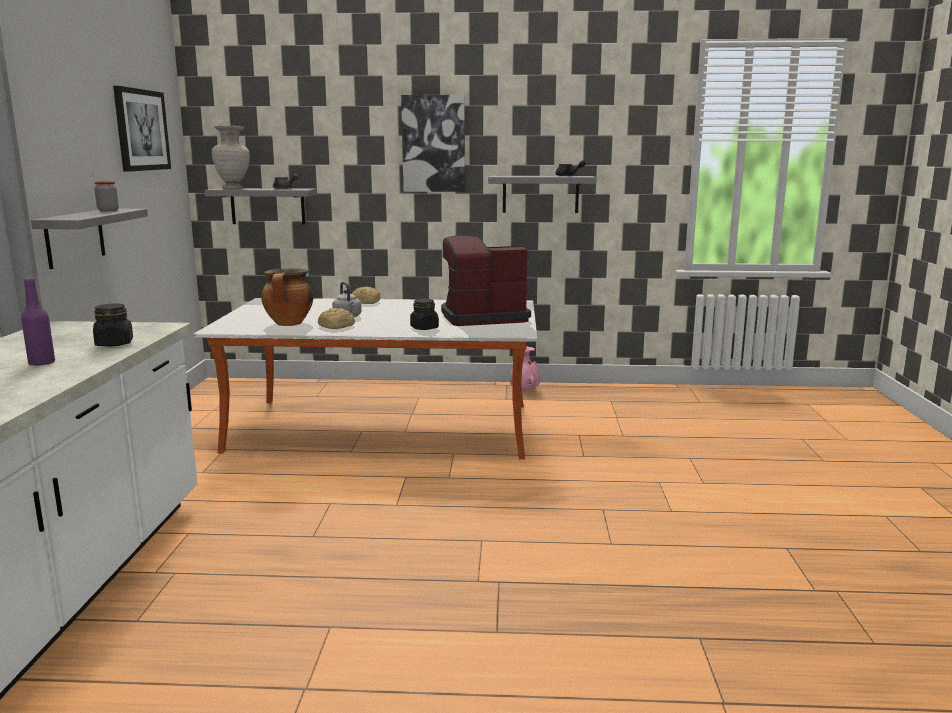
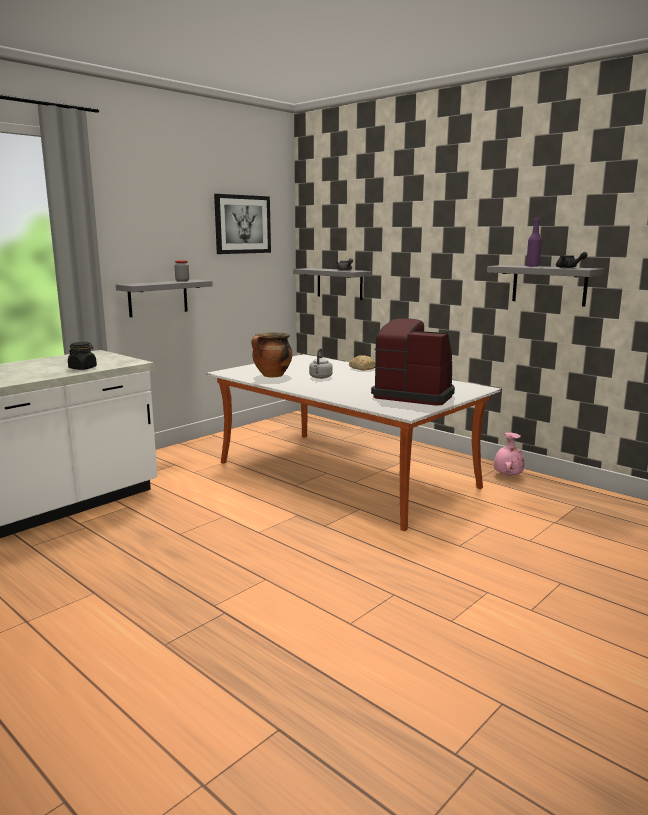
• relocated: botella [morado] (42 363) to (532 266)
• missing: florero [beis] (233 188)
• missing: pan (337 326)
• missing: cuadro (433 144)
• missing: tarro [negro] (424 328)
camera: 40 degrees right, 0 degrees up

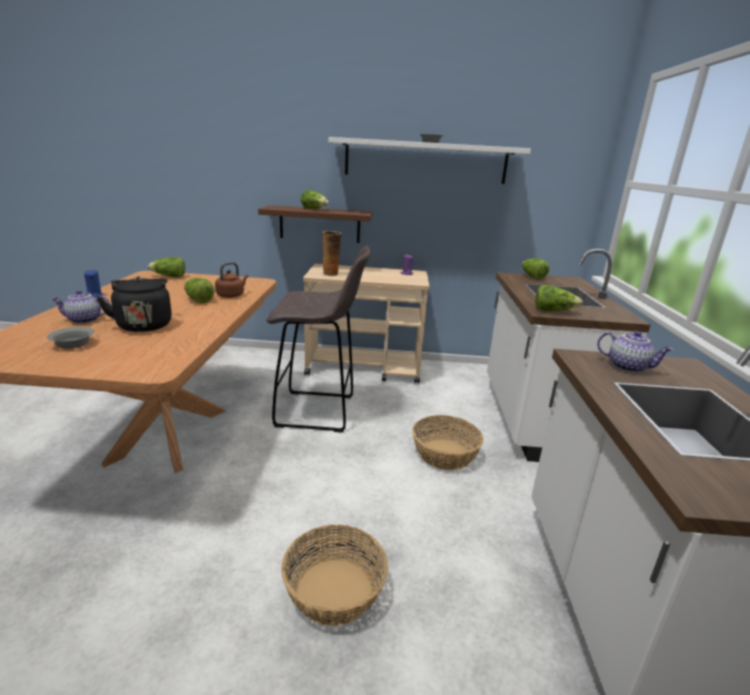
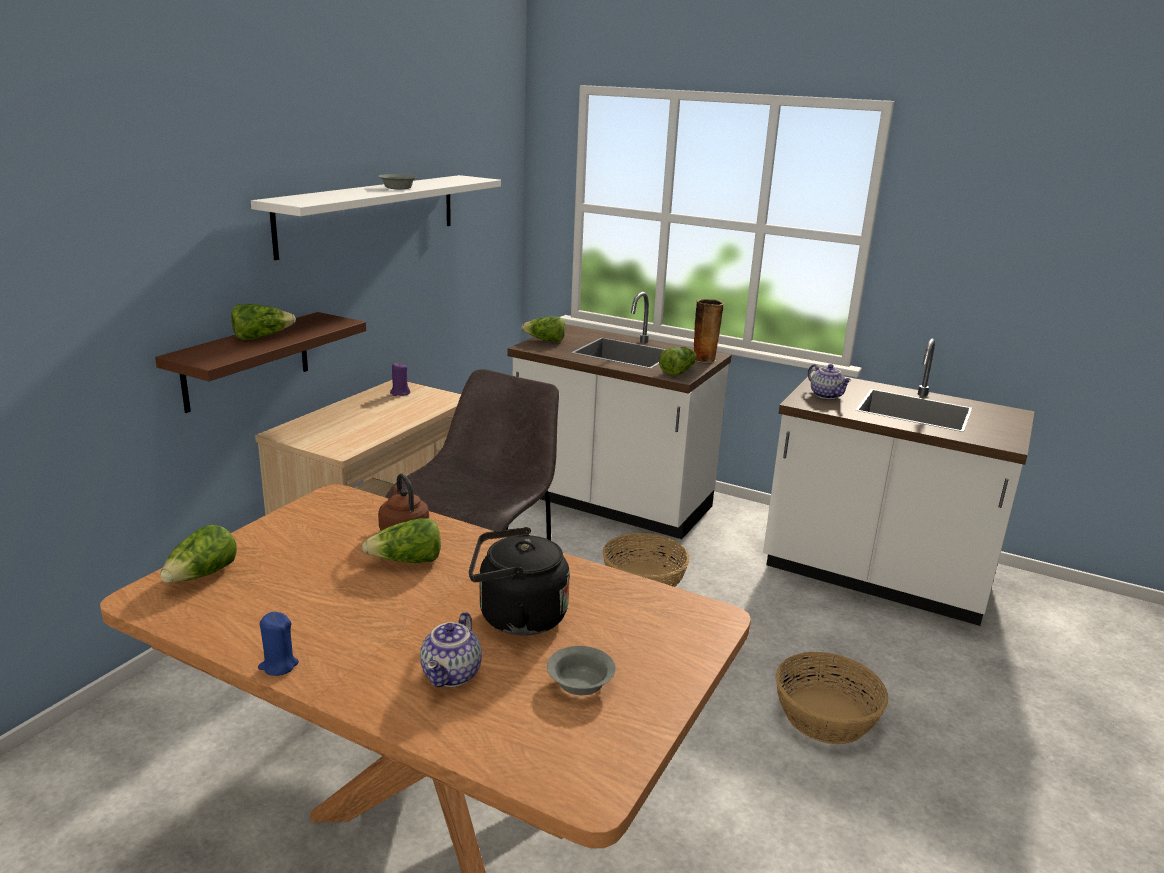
• relocated: florero (331 274) to (704 359)
• spun: tetera (628 367) = (826 395) 90 degrees clockwise
camera: 65 degrees left, 0 degrees up

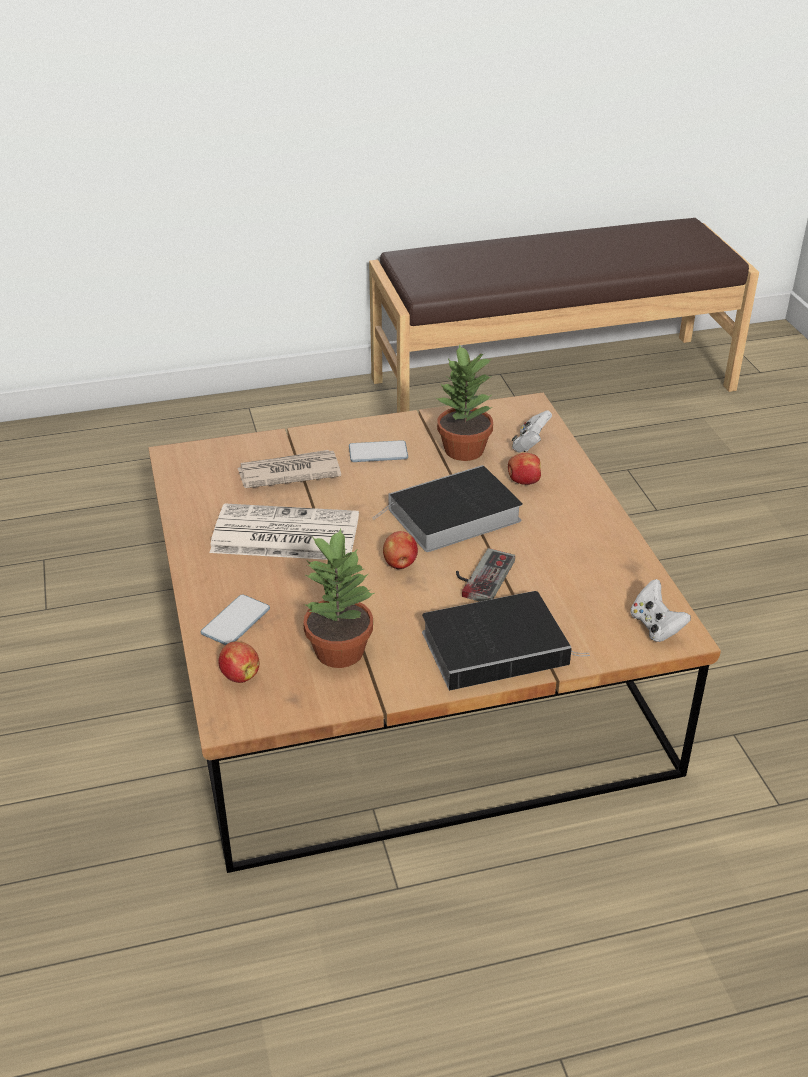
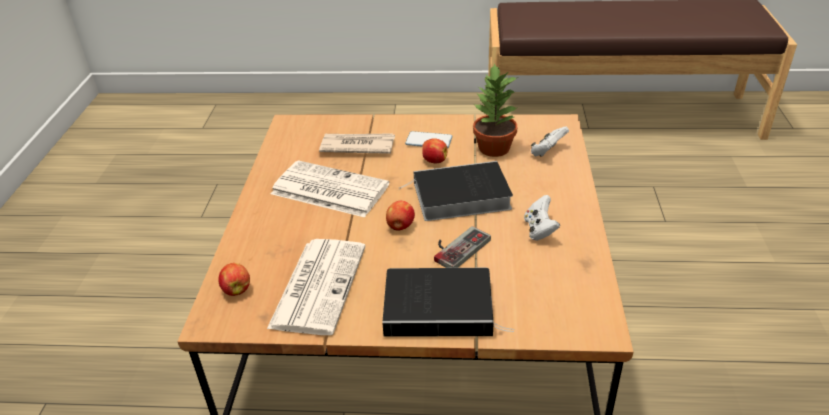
• missing: móvil (235 621)
• exchanged: planta en maceta (339 650) to periódico (318 285)
• relocated: manzana (523 481) to (434 161)
• relocated: mando de consola [blanco] (655 626) to (539 230)
camera: 20 degrees right, 0 degrees up

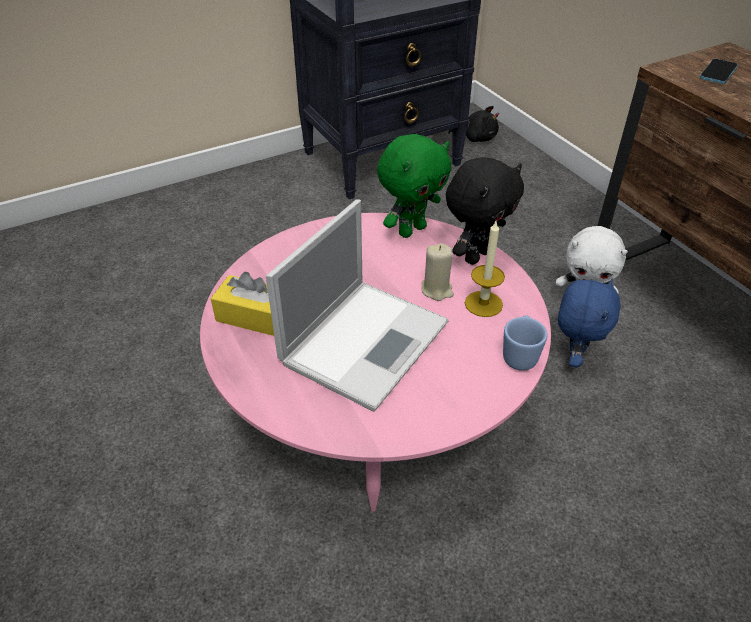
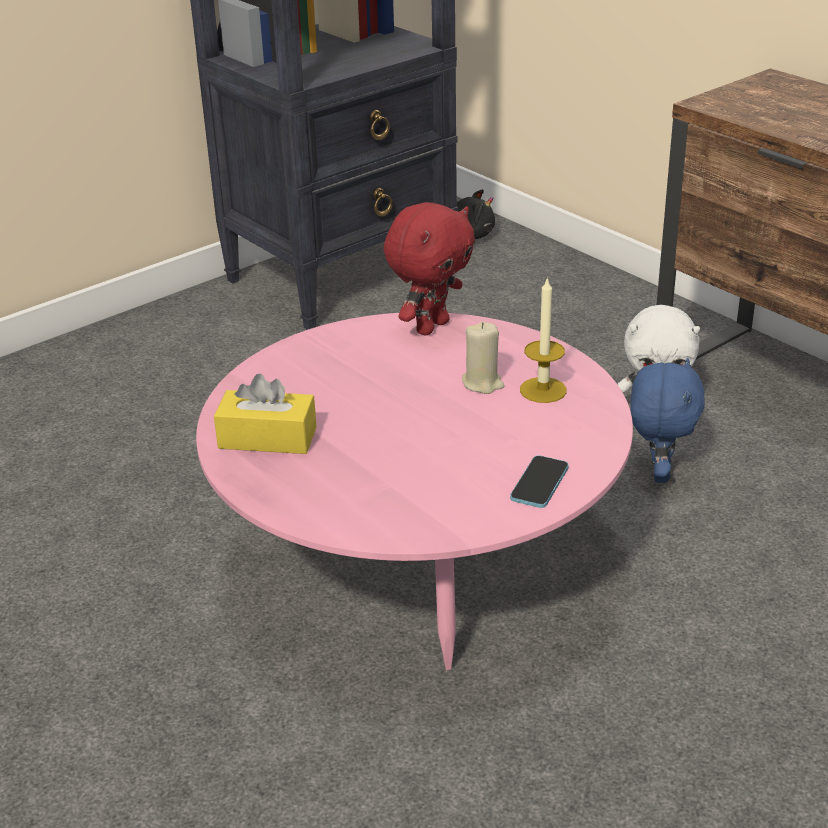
• missing: portátil (366 340)
• colour: peluche [verde] (411 230) to peluche [rojo] (431 326)
• missing: peluche [negro] (476 255)
• missing: taza grande [azul] (520 355)
• relocated: móvil (718 73) to (539 483)
camera: 10 degrees left, 10 degrees down

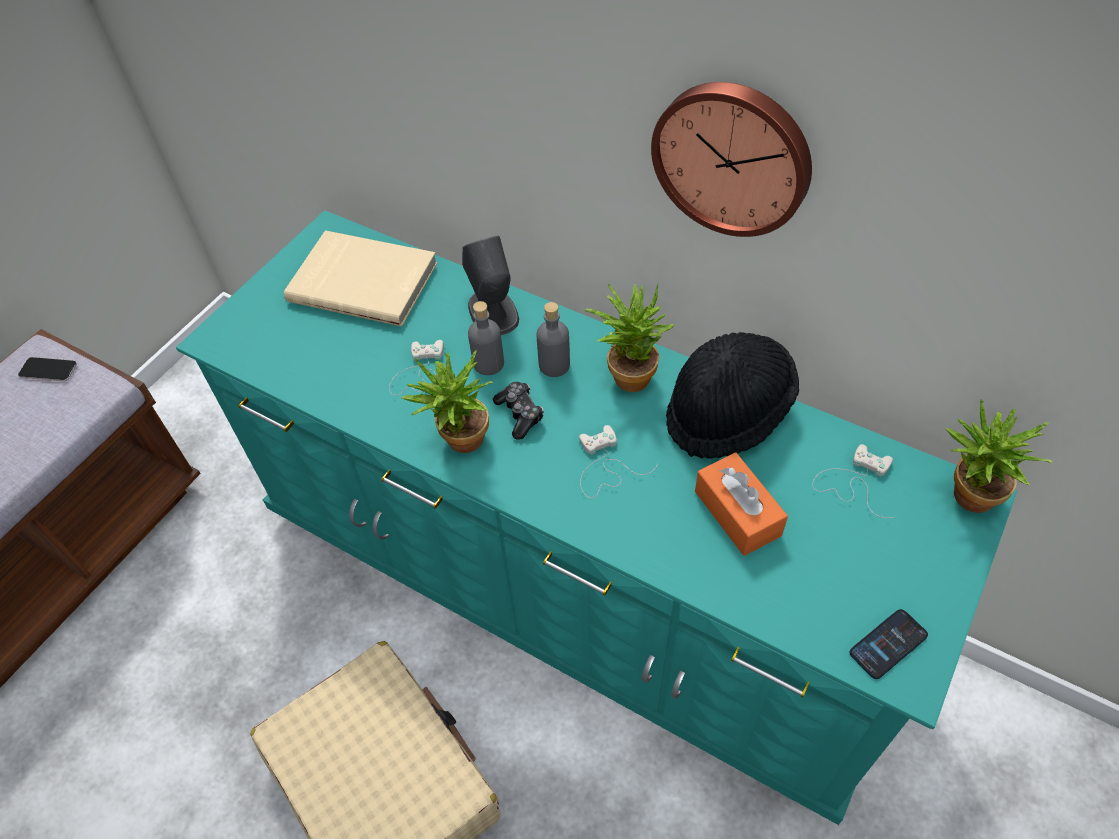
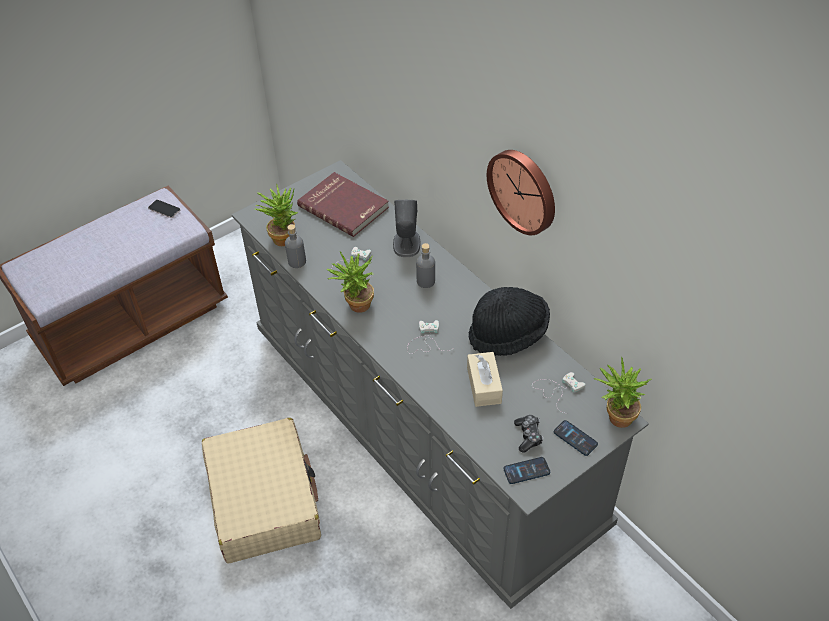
• colour: cómoda [turquesa] (571 578) to cómoda [gris] (420 427)
• colour: libro [beis] (364 280) to libro [rojo] (344 206)
• relocated: botella [gris] (488 363) to (297 262)
• relocated: mando de consola (520 414) to (528 436)
• relocated: planta en maceta (628 373) to (283 236)
• colour: caja de pañuelos [naranja] (737 513) to caja de pañuelos [beis] (484 385)
• appeared: móvil (575 438)
camera: 20 degrees right, 5 degrees down

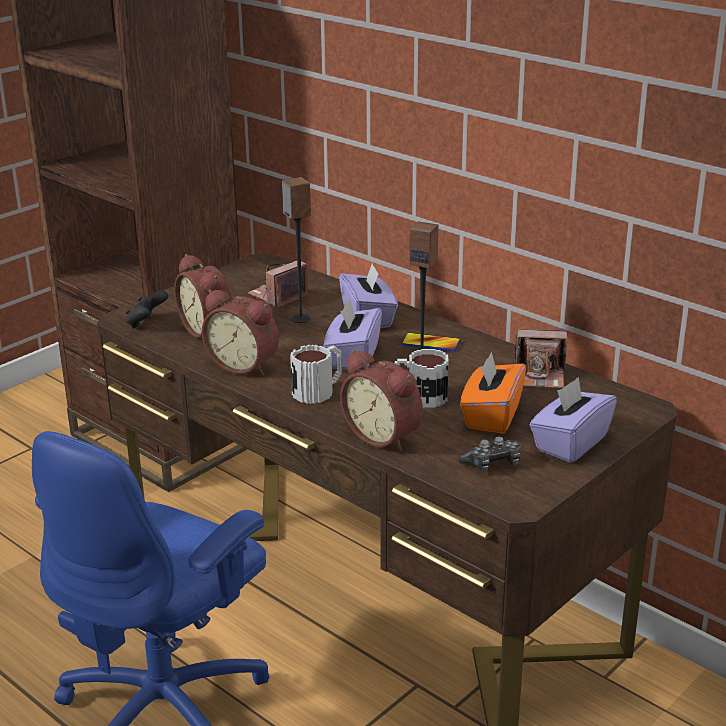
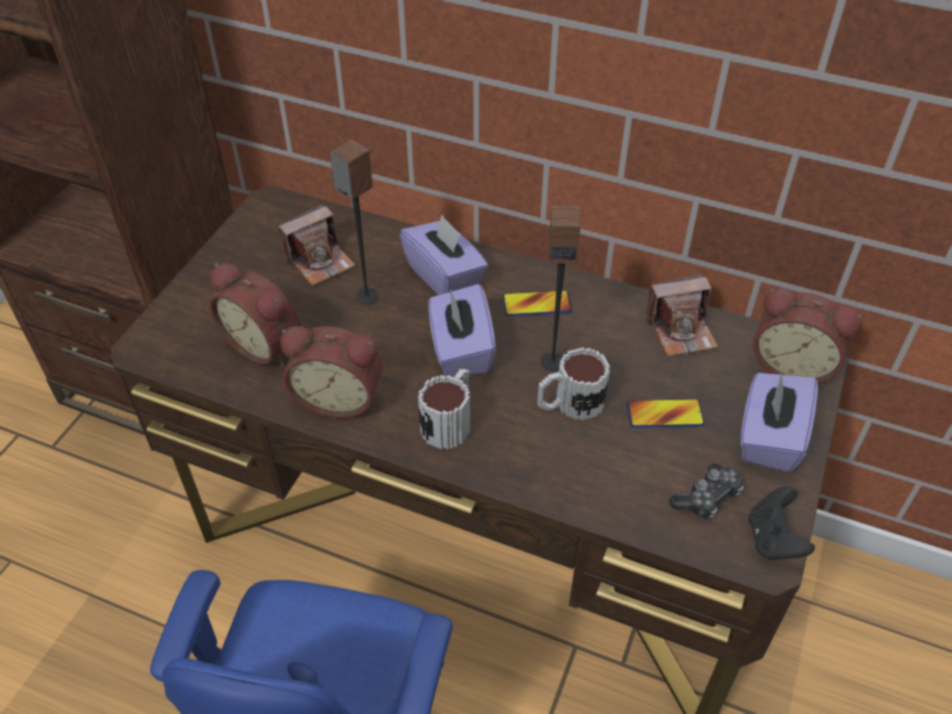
• relocated: mando de consola [negro] (146 323) to (773 539)
• spun: cámara (278 296) = (320 261) 150 degrees counterclockwise
• relocated: despertador (384 436) to (792 364)
• exchanged: caja de pañuelos [naranja] (491 416) to móvil (664 414)
camera: 20 degrees left, 20 degrees up

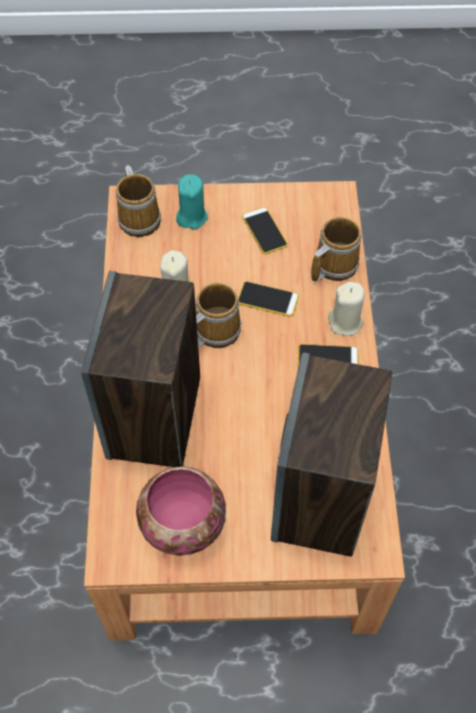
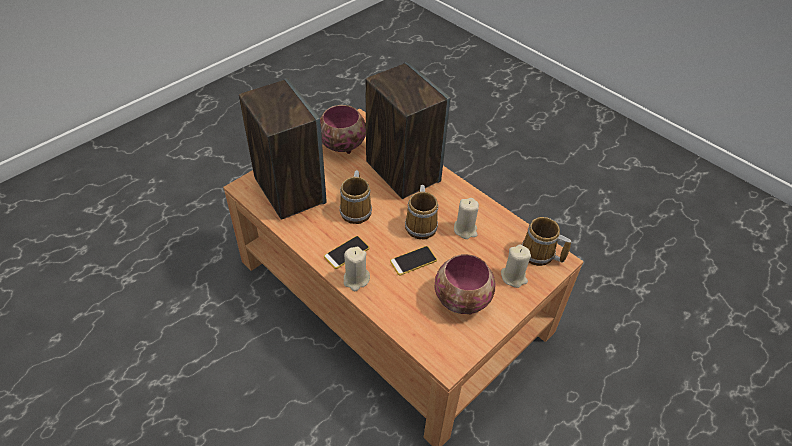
• colour: vela [turquesa] (191 217) to vela [beis] (514 277)
• exchanged: móvil (264 231) to cuenco (463 301)
• relocated: taza grande (332 265) to (357 210)
camera: 135 degrees right, 10 degrees down

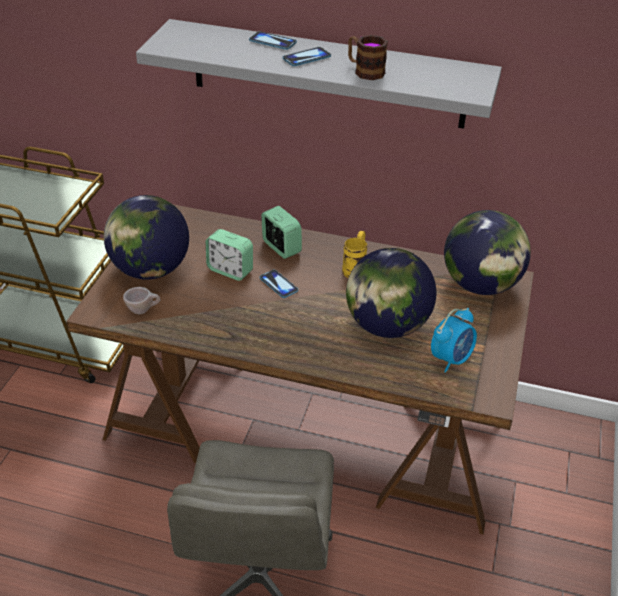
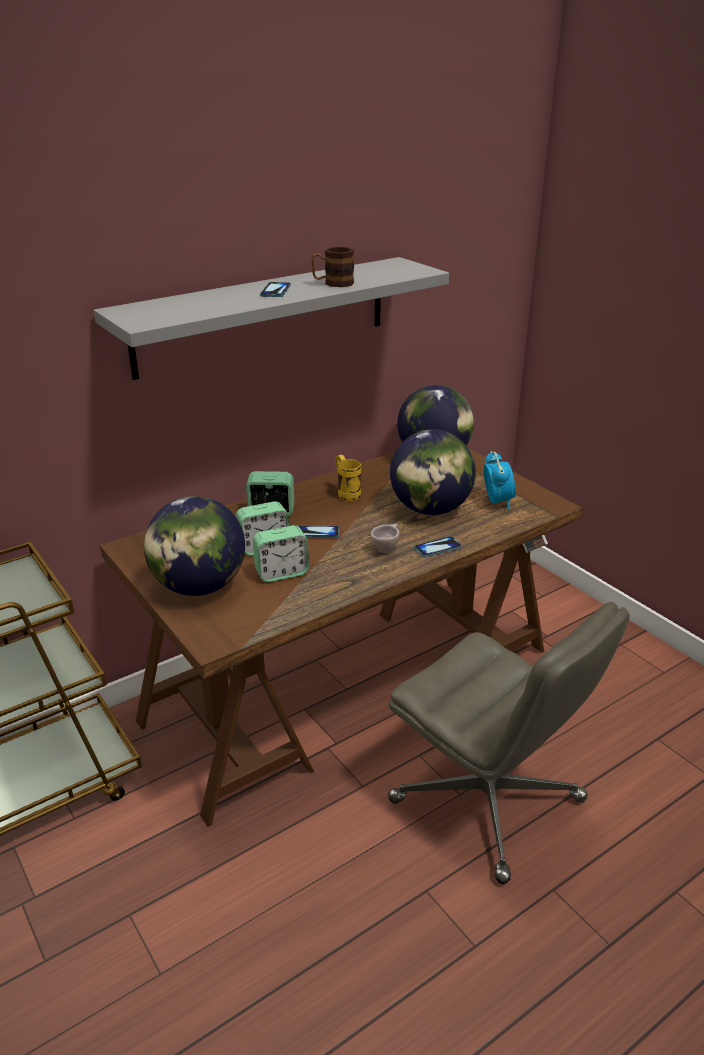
• relocated: taza [beis] (143 310) to (386 549)
• relocated: móvil (272 42) to (437 548)
• appeared: despertador (281 573)
camera: 50 degrees left, 10 degrees down

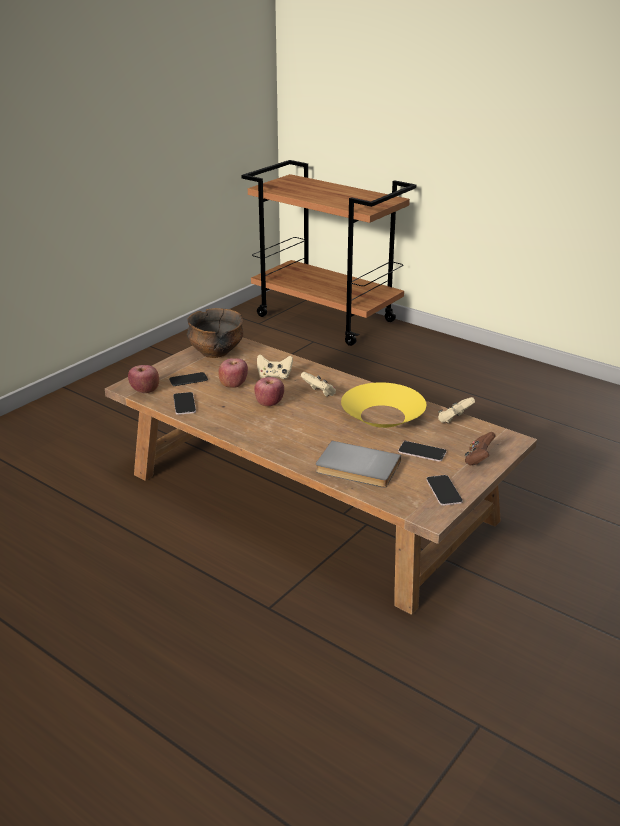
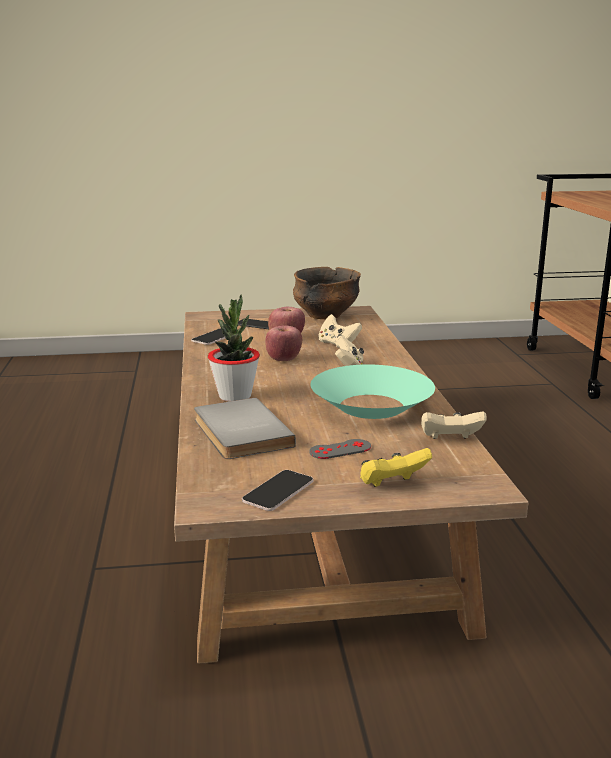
• missing: manzana (145 390)
• colour: cuenco [amarillo] (383 416) to cuenco [turquesa] (371 406)
• exchanged: móvil (422 452) to mando de consola [gris] (340 449)
• colour: mando de consola [marrón] (478 459) to mando de consola [amarillo] (392 484)
• appeared: planta en maceta (235 396)
camera: 45 degrees right, 10 degrees down

